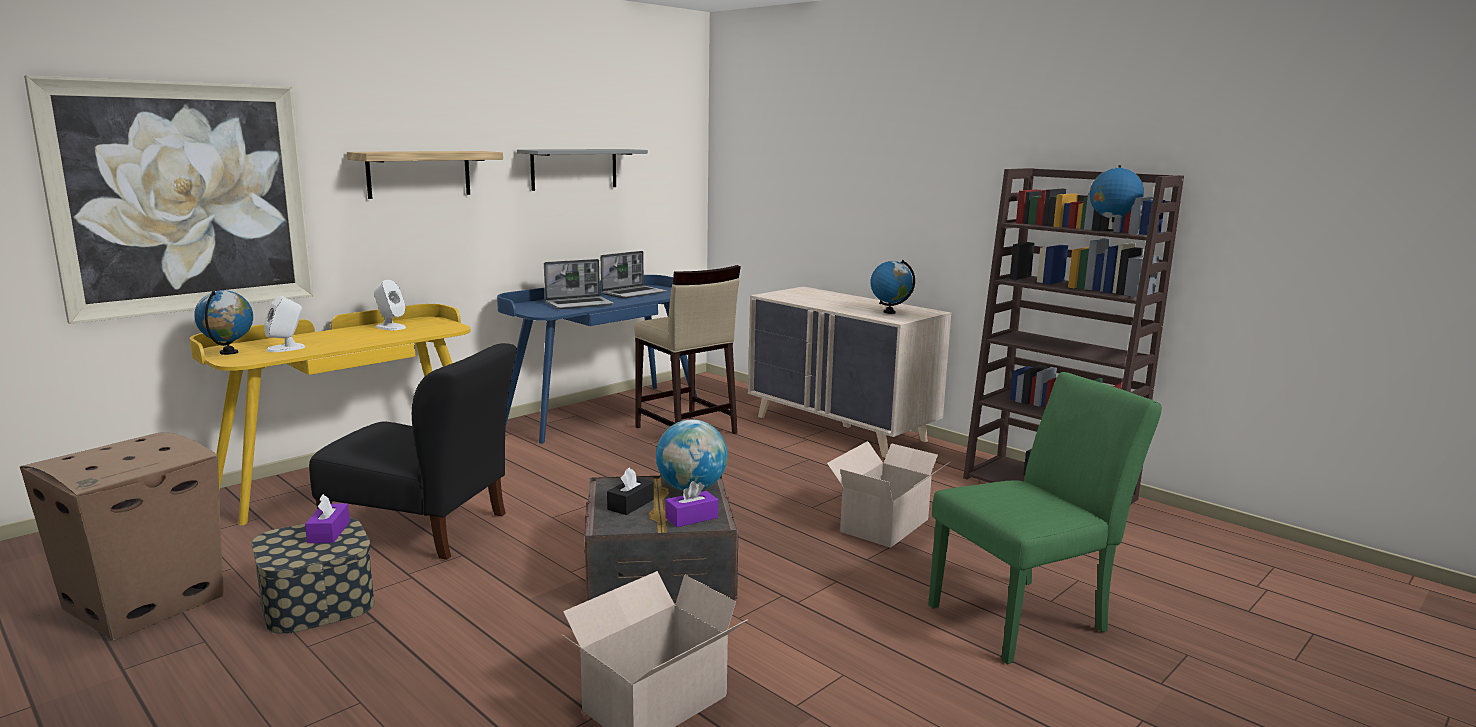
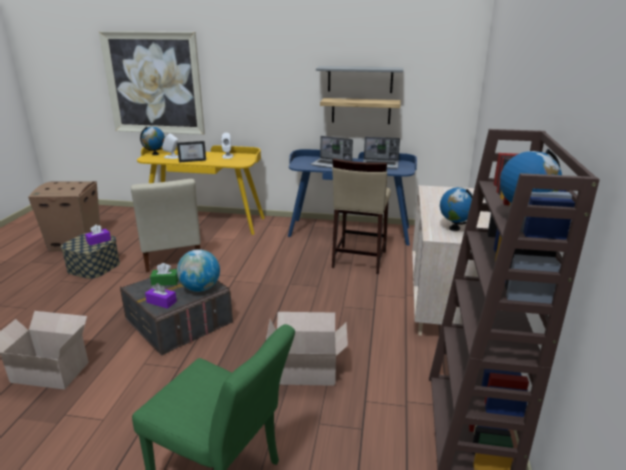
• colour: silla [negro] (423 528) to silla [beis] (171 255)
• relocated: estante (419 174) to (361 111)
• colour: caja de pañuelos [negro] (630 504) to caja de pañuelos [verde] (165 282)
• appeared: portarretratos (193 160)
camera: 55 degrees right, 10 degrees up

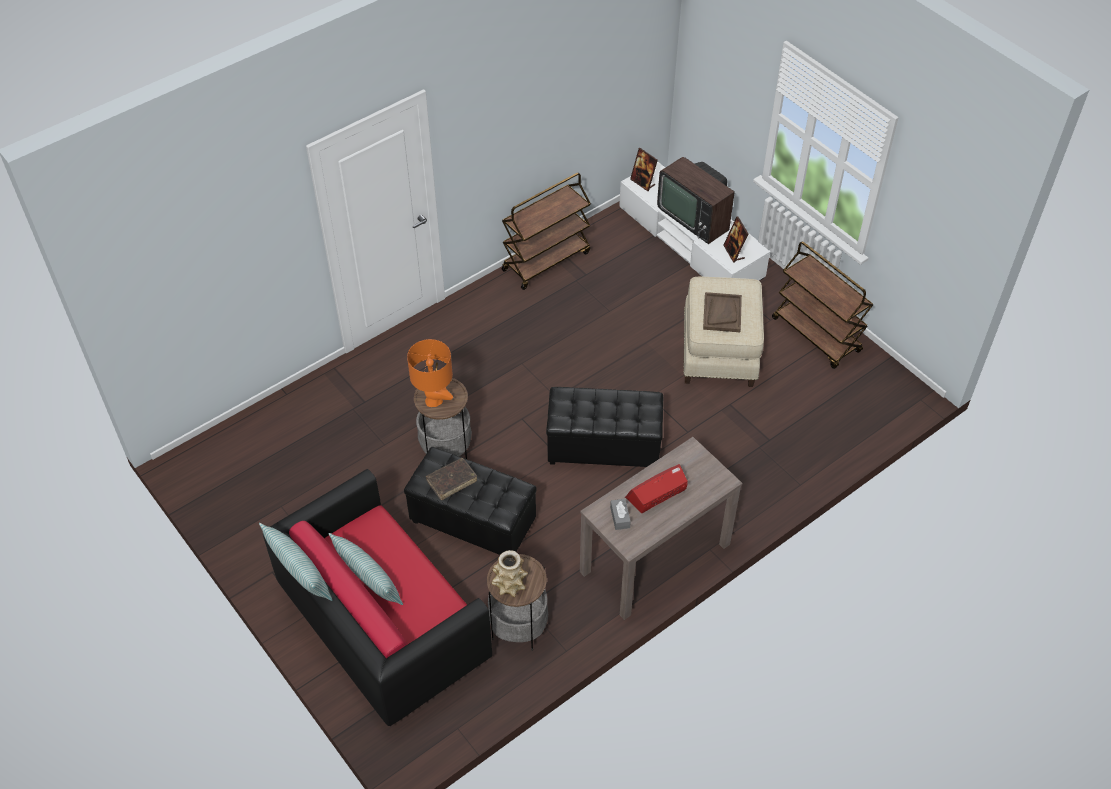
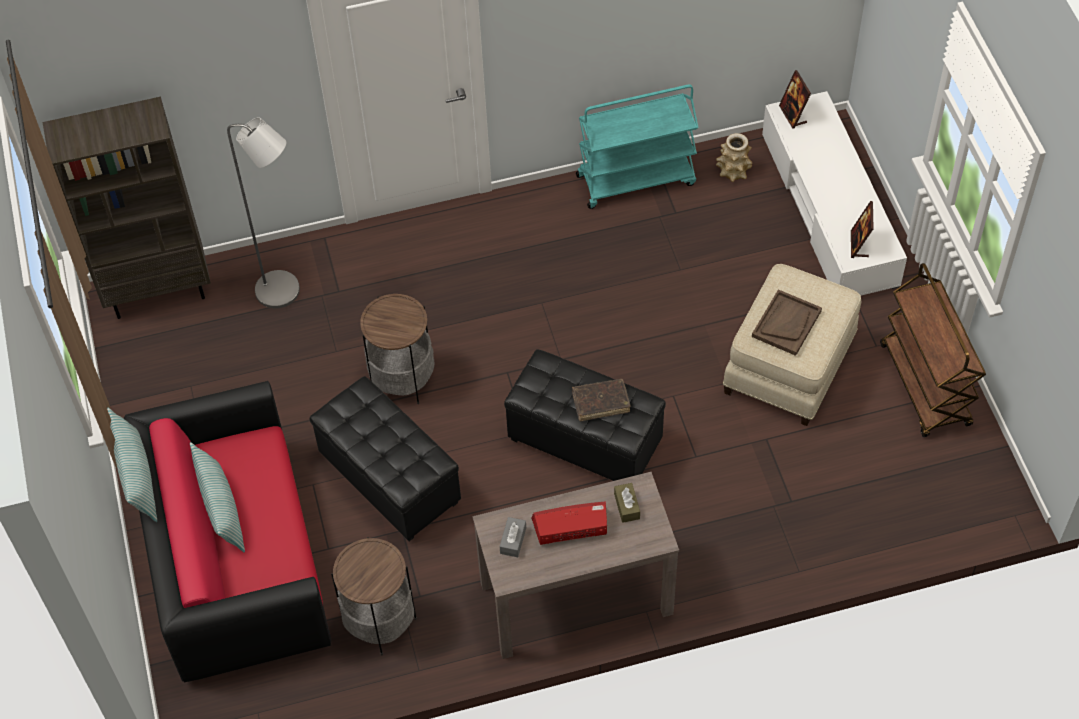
• missing: lámpara de mesa [naranja] (434 401)
• relocated: libro [marrón] (452 481) to (601 403)
• relocated: florero (509 584) to (733 171)
• colour: carrito [marrón] (546 260) to carrito [turquesa] (636 179)
• missing: televisor (695 215)
• appeared: estantería [marrón] (158 291)
• appeared: lámpara de pie [gris] (285 293)
• appeared: caja de pañuelos [marrón] (626 506)
camera: 25 degrees right, 5 degrees up

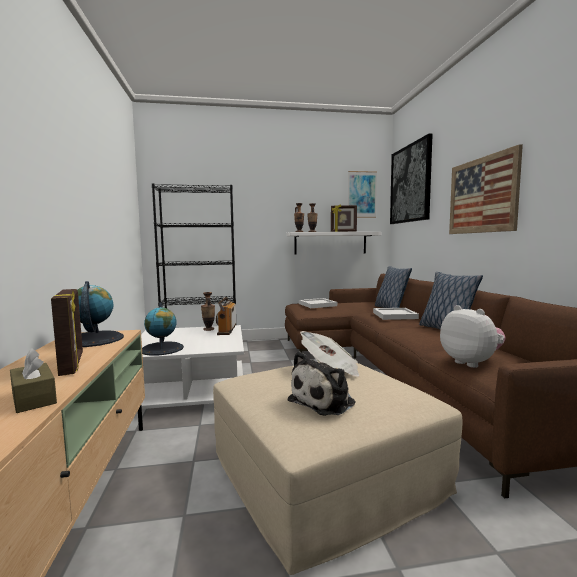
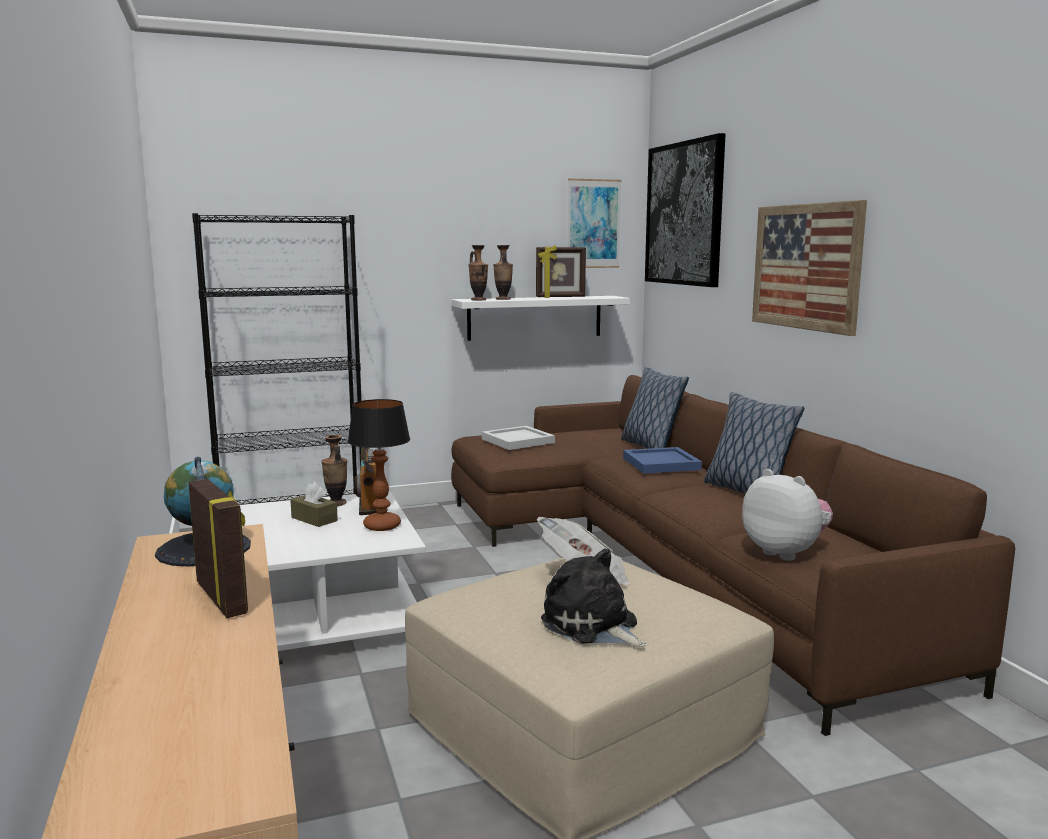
• relocated: caja de pañuelos [marrón] (33 398) to (314 519)
• missing: globo terráqueo (162 349)
• spun: peluche (325 401) = (593 626) 105 degrees clockwise
• colour: bandeja [blanco] (394 315) to bandeja [azul] (659 463)
• appeared: lámpara de mesa (381 526)
camera: 10 degrees left, 5 degrees up

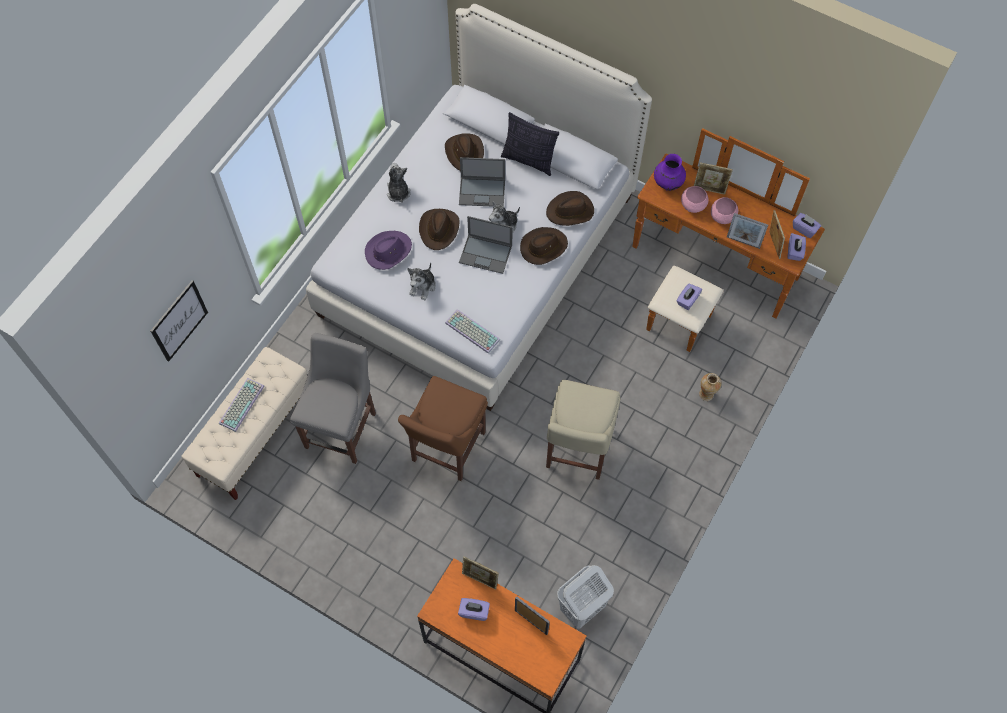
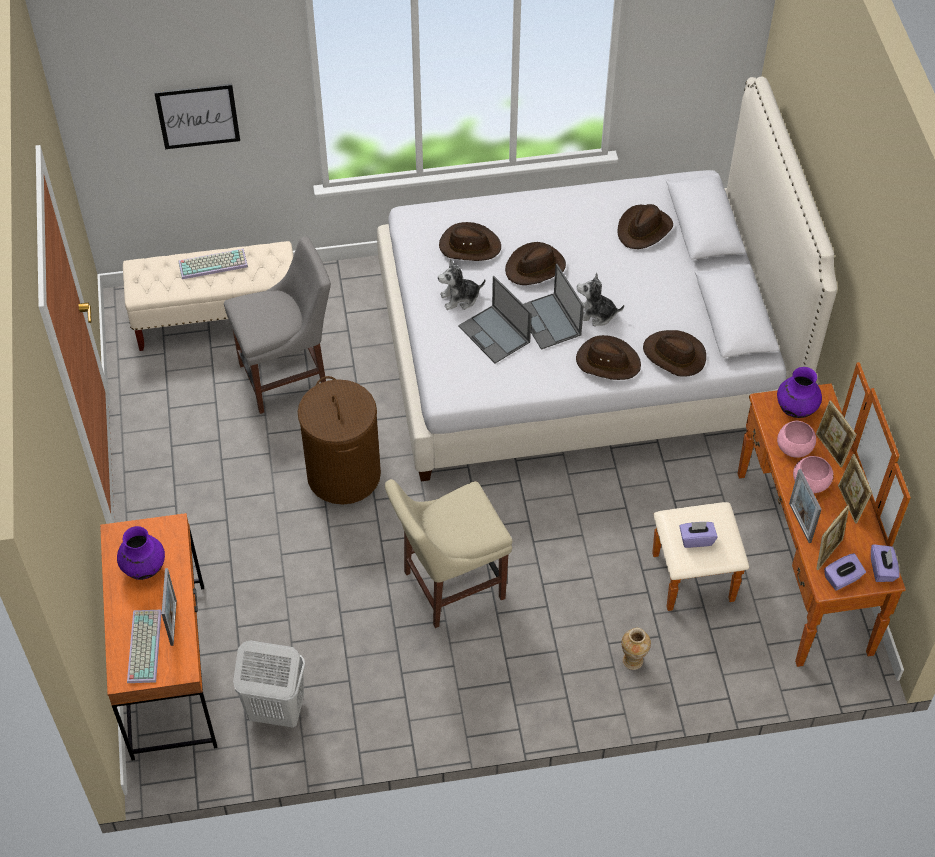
• colour: sombrero [morado] (388 251) to sombrero [marrón] (469 246)
• missing: peluche (398 192)
• exchanged: silla [marrón] (446 449) to cesto de la ropa [marrón] (343 474)
• relocated: teclado (471 331) to (143 645)
• exchanged: caja de pañuelos [morado] (474 611) to florero [morado] (144 567)
• relocated: portátil (482 191) to (495 334)
• relocated: portarretratos (480 579) to (849 504)
• missing: cojín (529 160)
camera: 50 degrees right, 10 degrees down

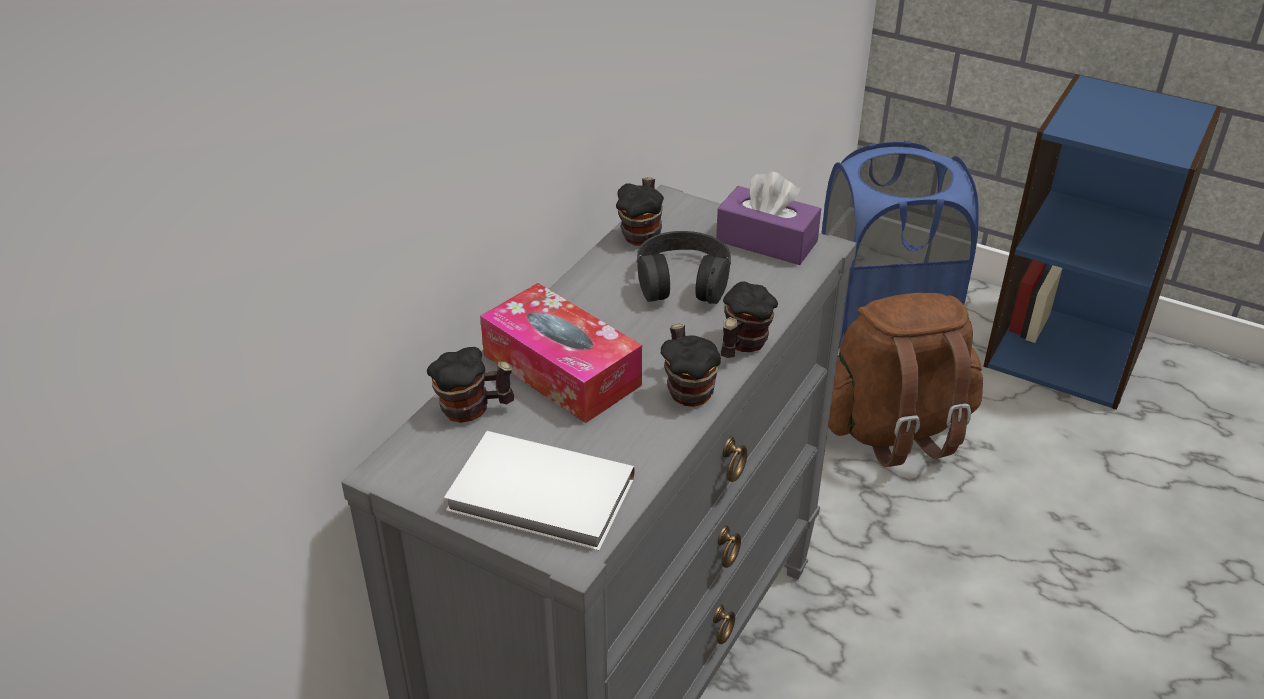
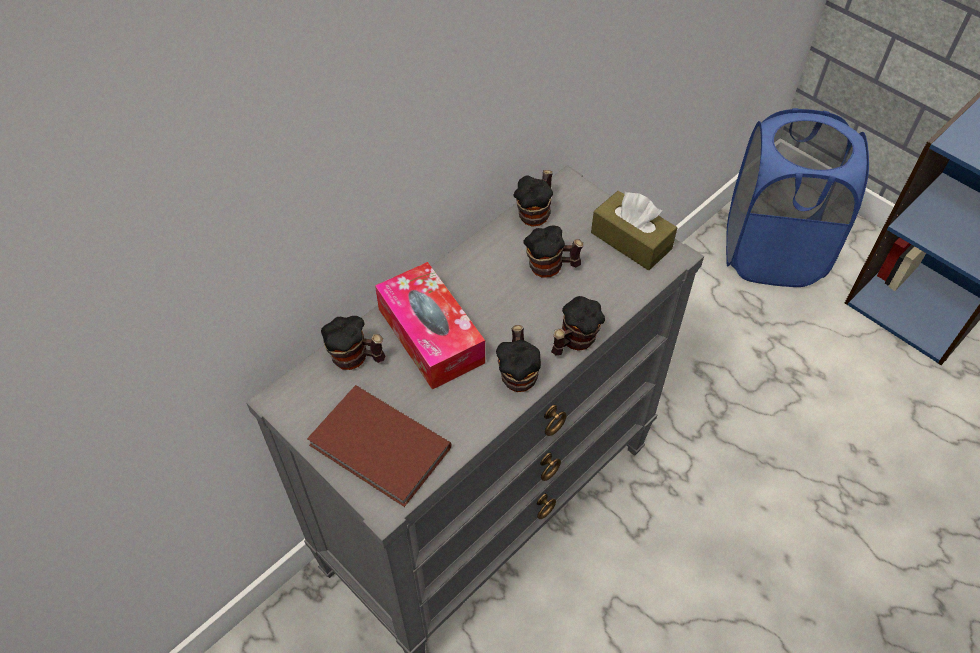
• colour: libro [blanco] (542 497) to libro [marrón] (379 449)
• exchanged: auriculares [negro] (683 280) to taza grande (551 267)
• colour: caja de pañuelos [morado] (766 241) to caja de pañuelos [marrón] (631 241)
• missing: mochila [marrón] (894 429)
camera: 15 degrees right, 15 degrees up

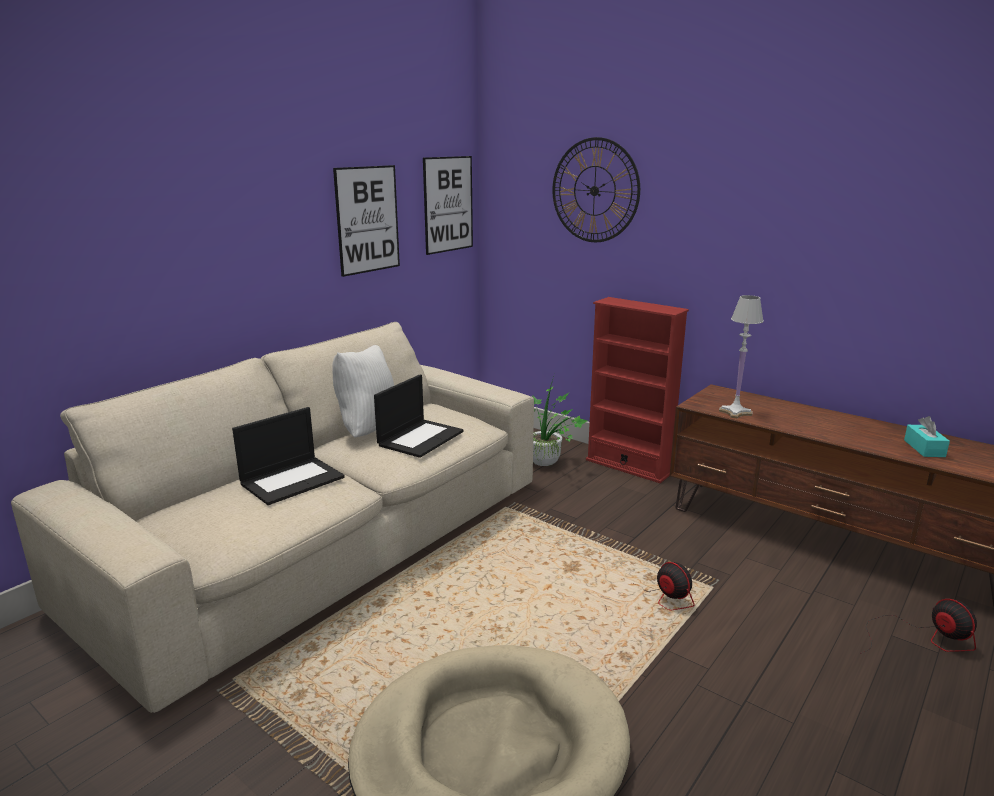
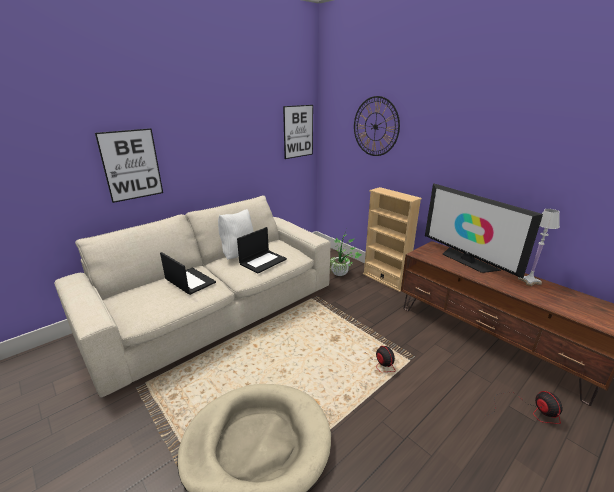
• spun: portátil (292 480) = (189 281) 105 degrees counterclockwise
• relocated: cuadro (367 220) to (131 165)
• colour: estantería [rojo] (628 466) to estantería [beis] (385 280)
• relocated: lámpara de mesa [blanco] (735 412) to (529 280)
• missing: caja de pañuelos [turquesa] (924 448)
• appeared: televisor (467 260)
camera: 10 degrees right, 5 degrees up

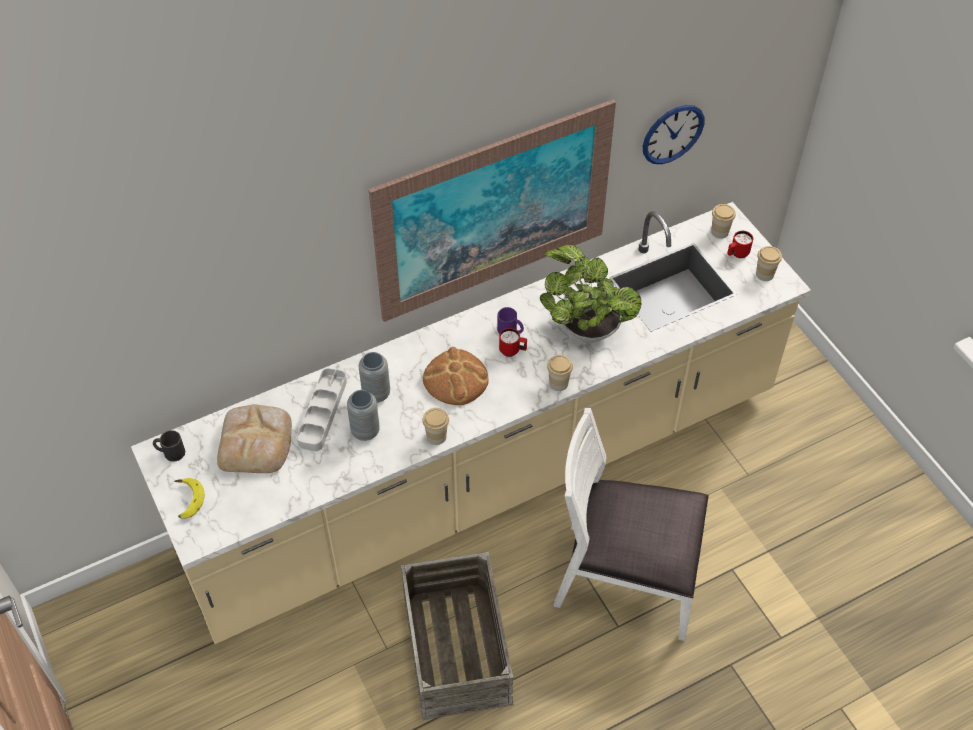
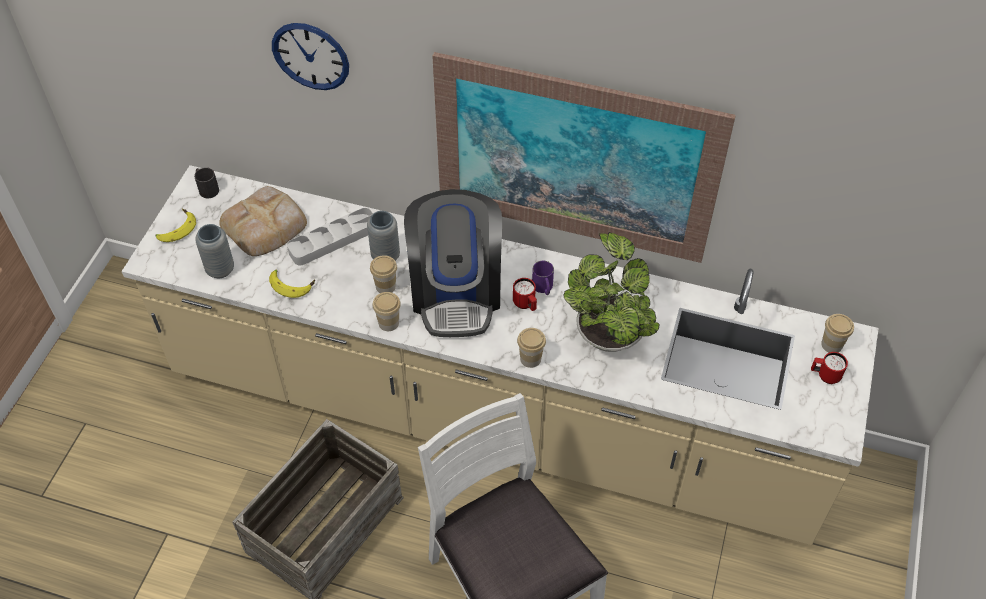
• relocated: florero [gris] (365 431) to (220 270)
• exchanged: pan (456 379) to cafetera (456 291)
• relocated: reloj de pared (672 134) to (311 56)
• relocated: taza (764 274) to (385 286)
• appeared: plátano (292 284)
camera: 45 degrees right, 0 degrees up

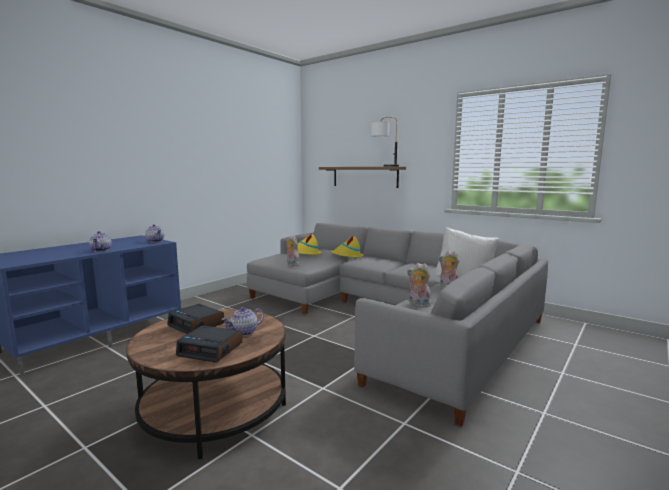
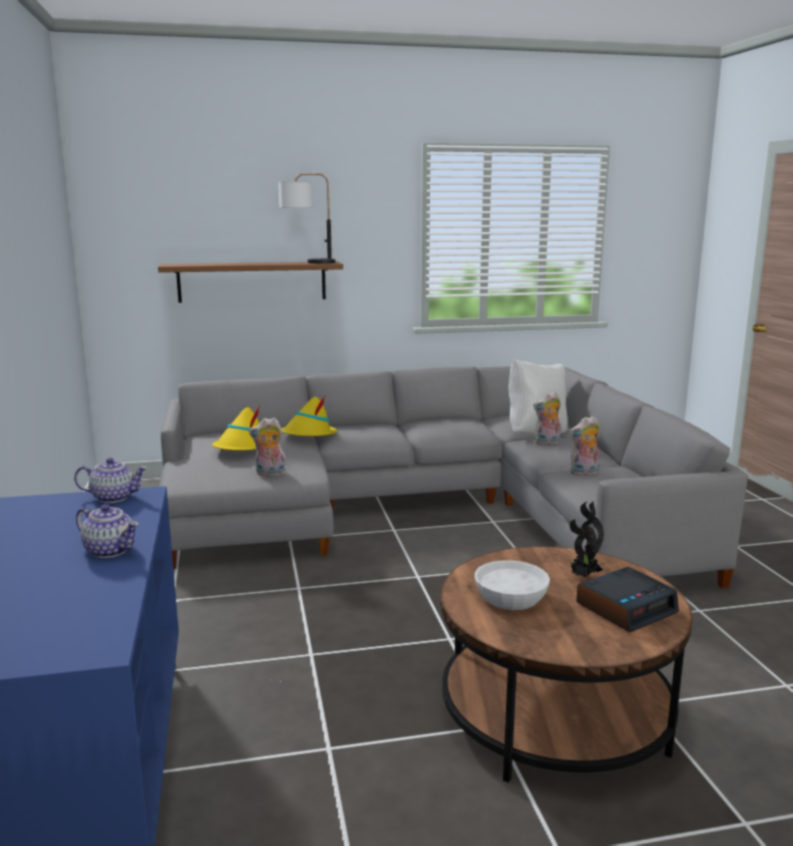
• exchanged: despertador (197 325) to cuenco [blanco] (511 597)
• exchanged: tetera (244 332) to planta en maceta (583 576)
camera: 50 degrees left, 5 degrees up

